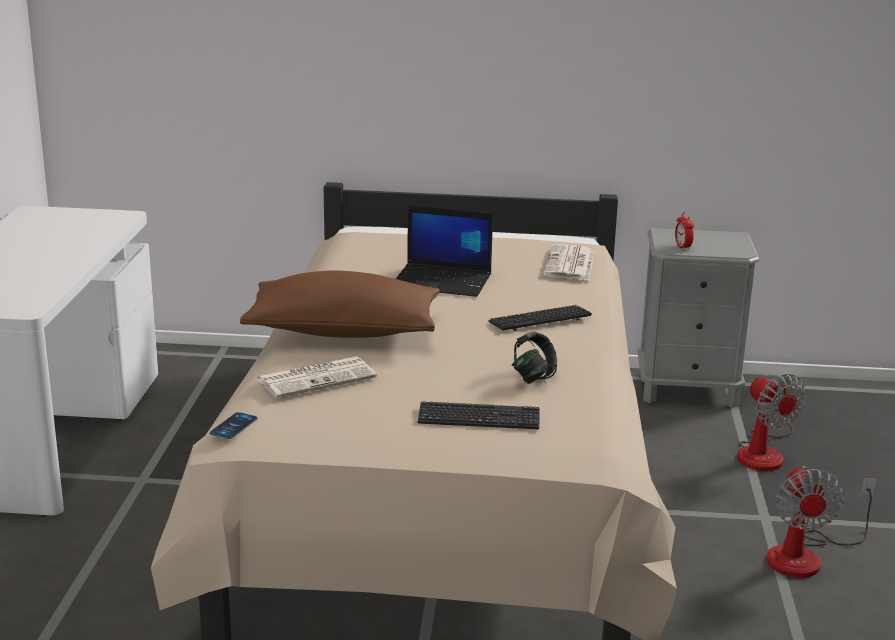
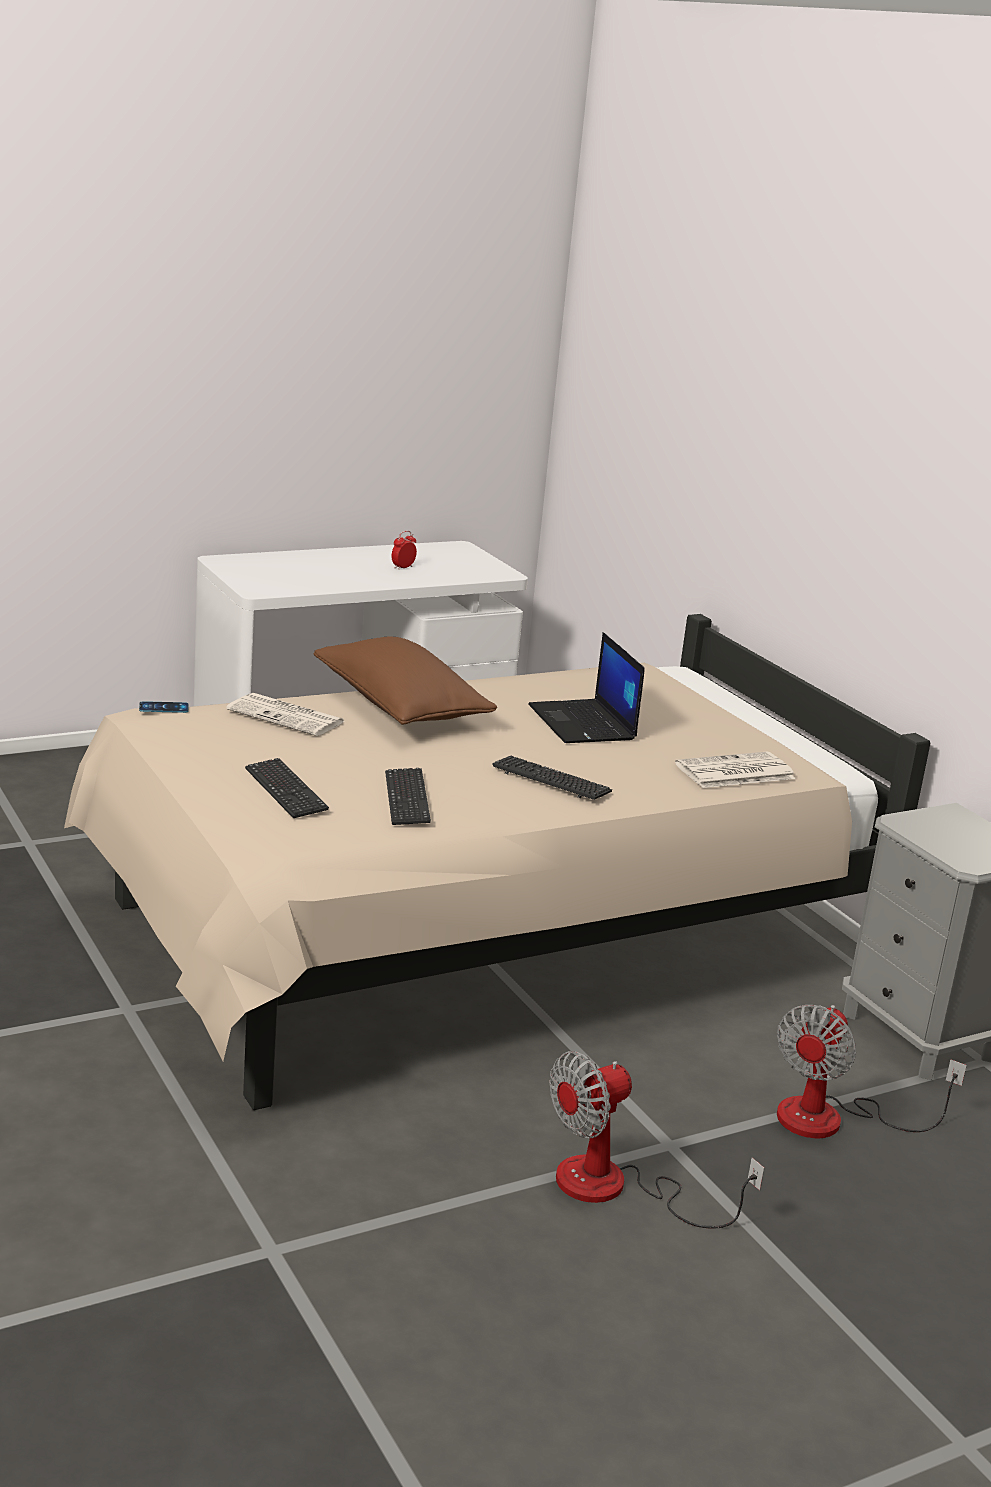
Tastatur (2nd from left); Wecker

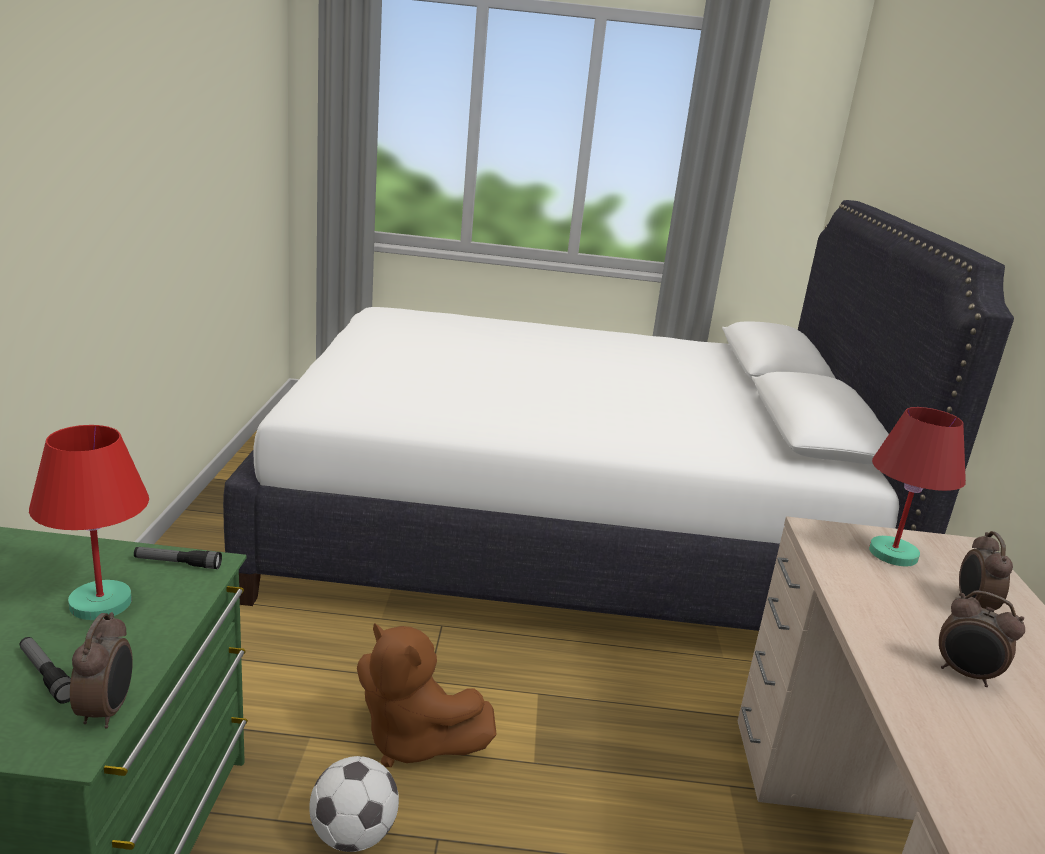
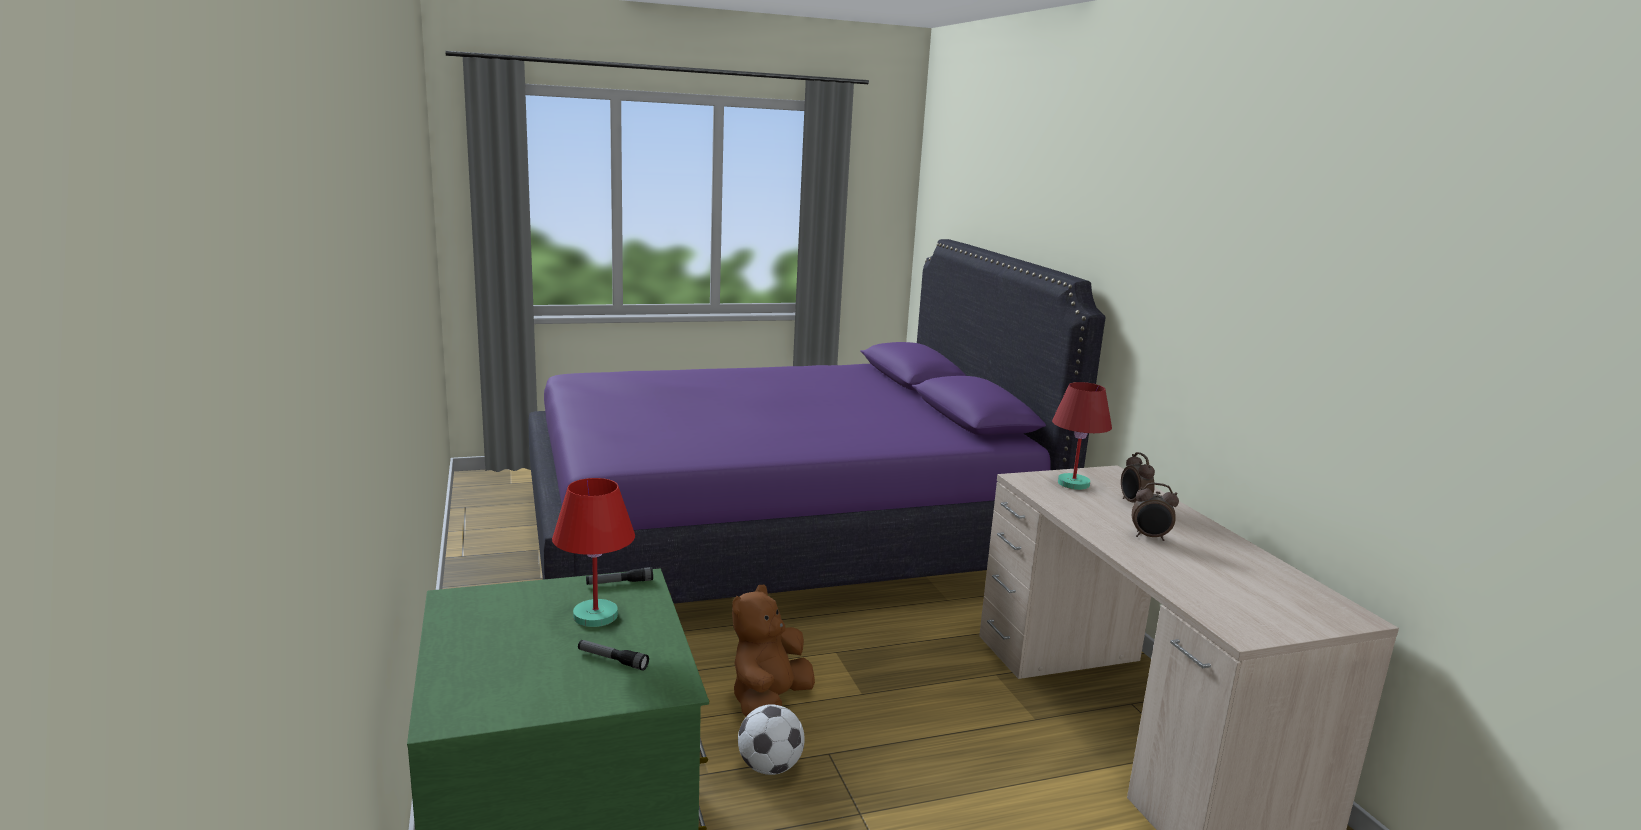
Bett [lila]; Plüschtier [braun]; Wecker (1st from left in the first image)

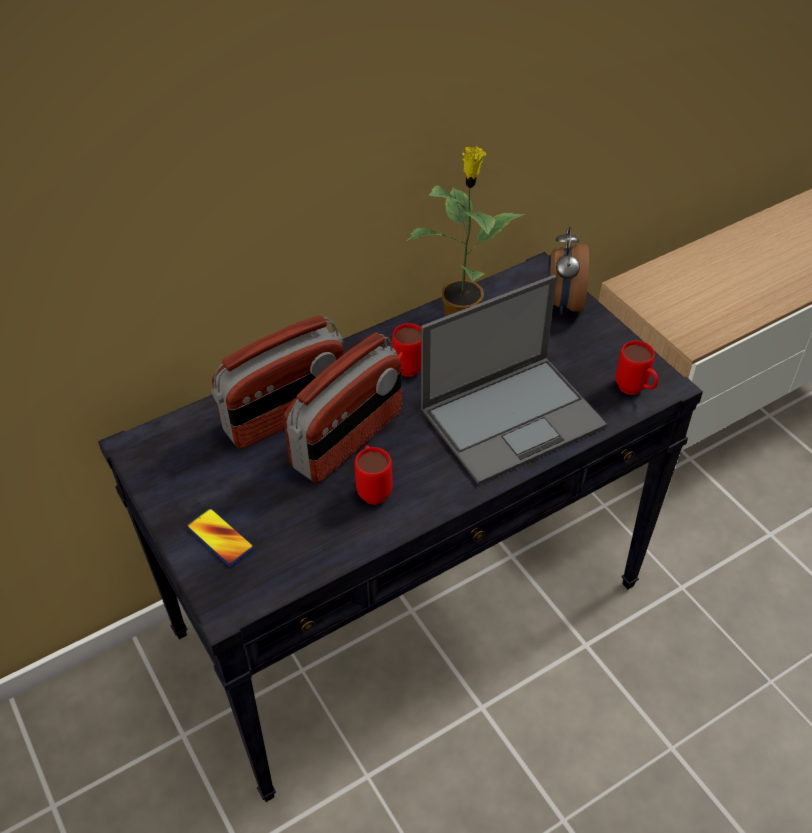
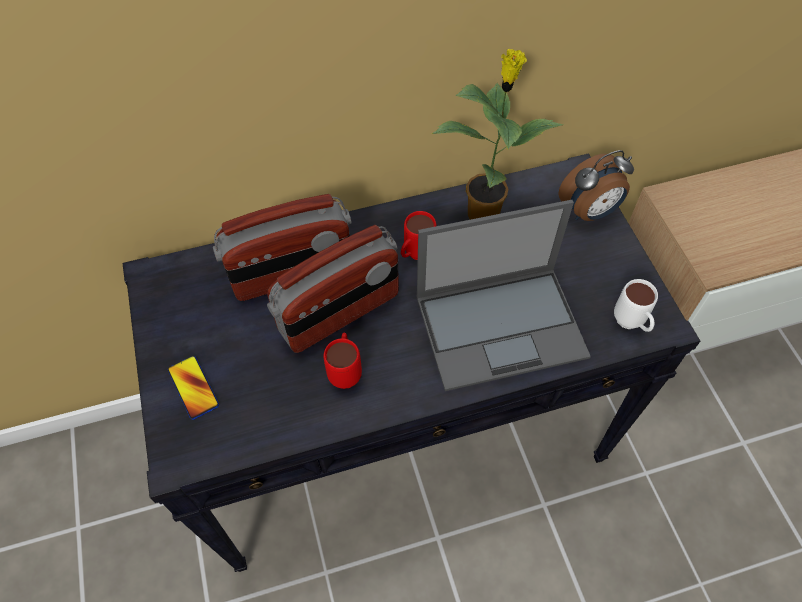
Wecker; Henkelbecher [weiß]

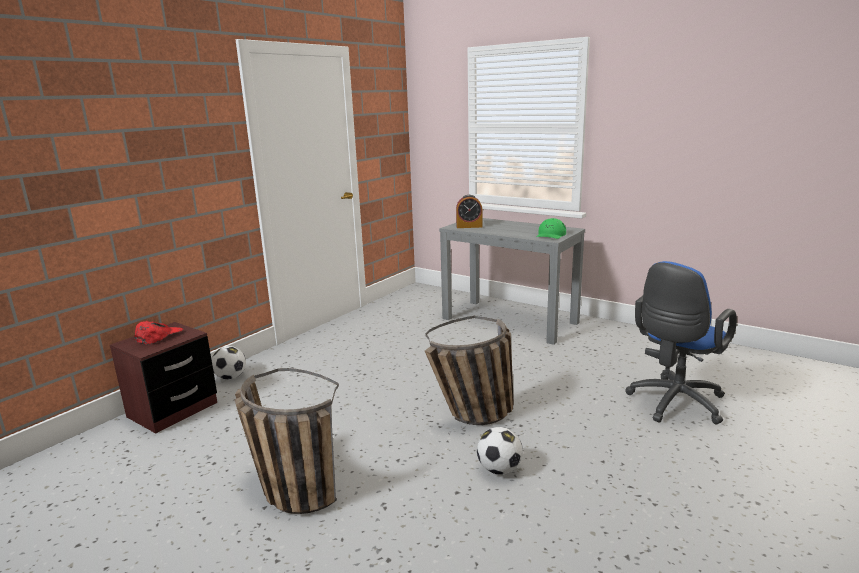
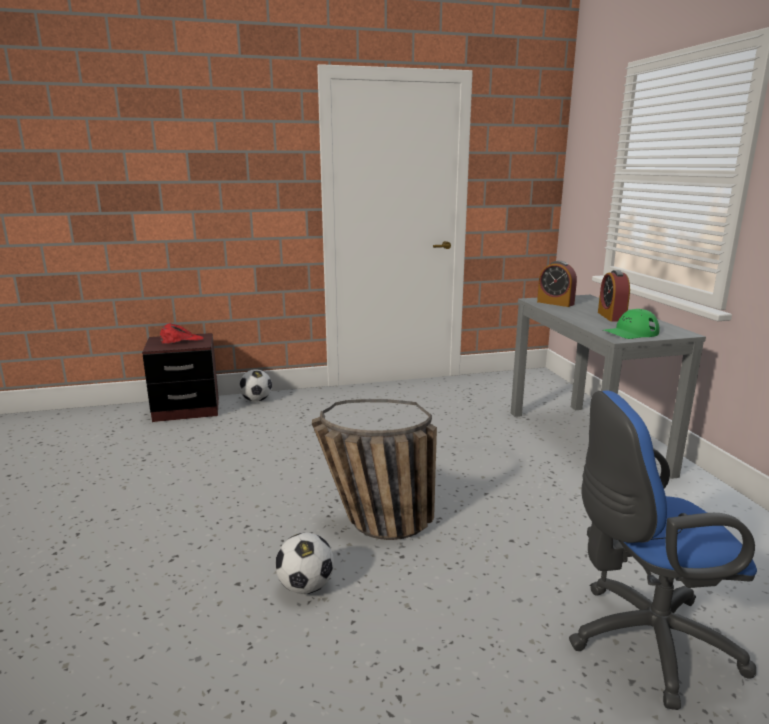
Wecker (2nd from left); Korb (1st from left in the first image)

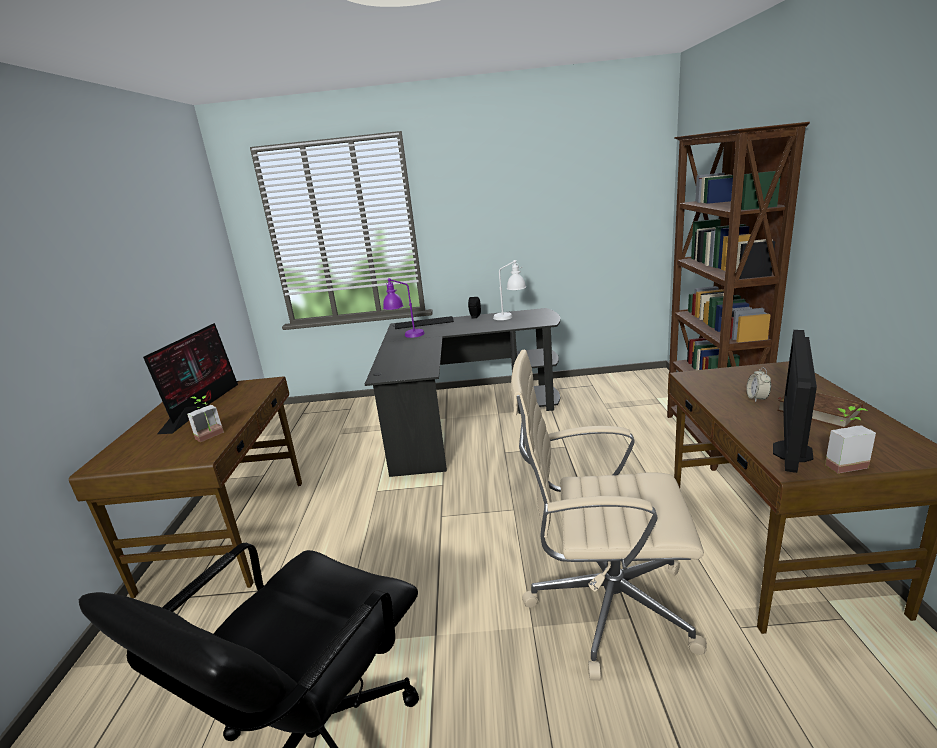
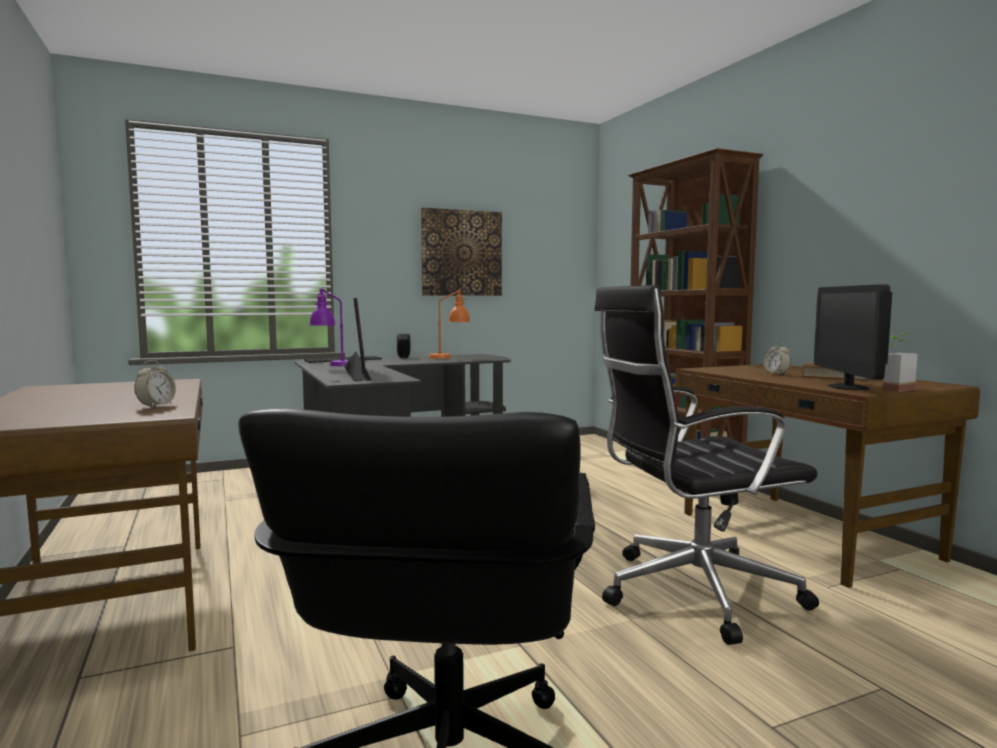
Wecker (1st from left); Monitor (1st from left); Bild; Tischlampe [orange]; Bürostuhl [schwarz] (2nd from left)

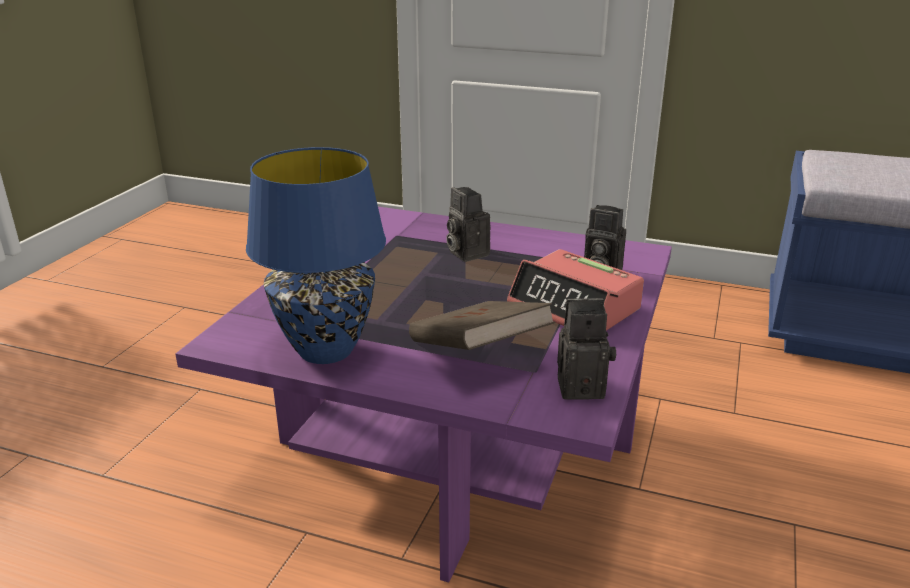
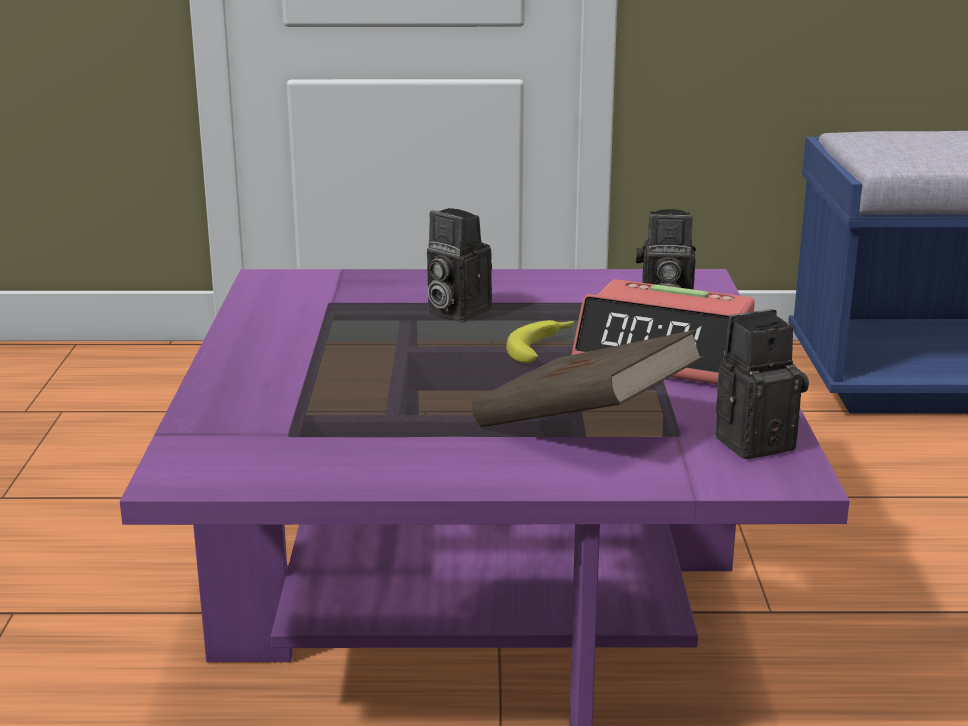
Banane; Tischlampe [blau]

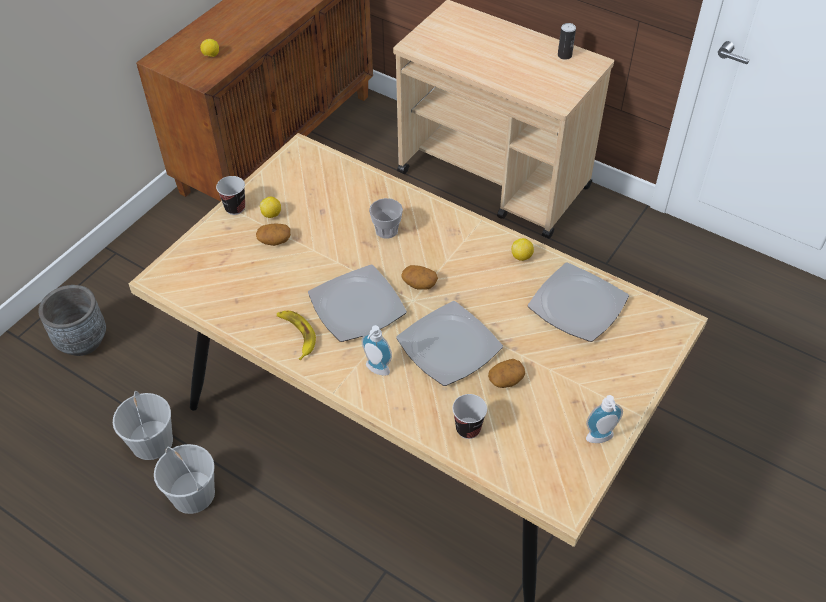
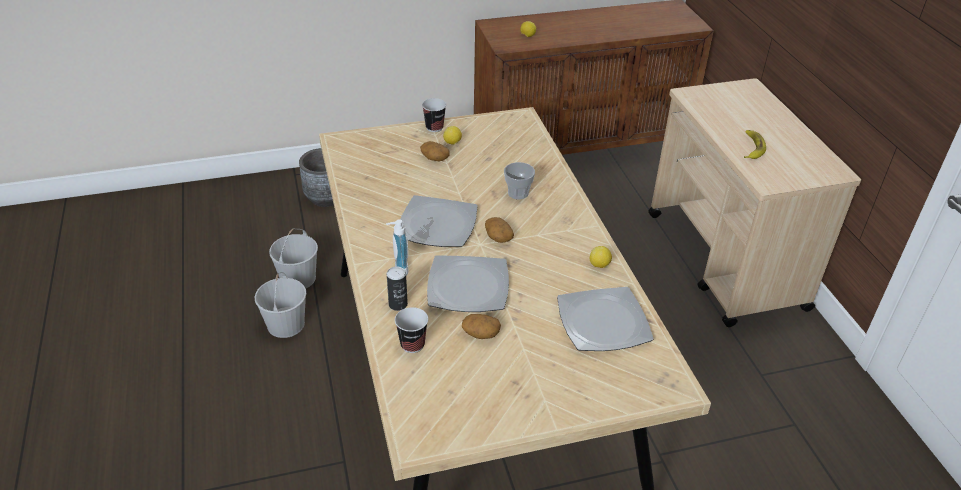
Dose; Banane; Seifenspender (2nd from left in the first image)

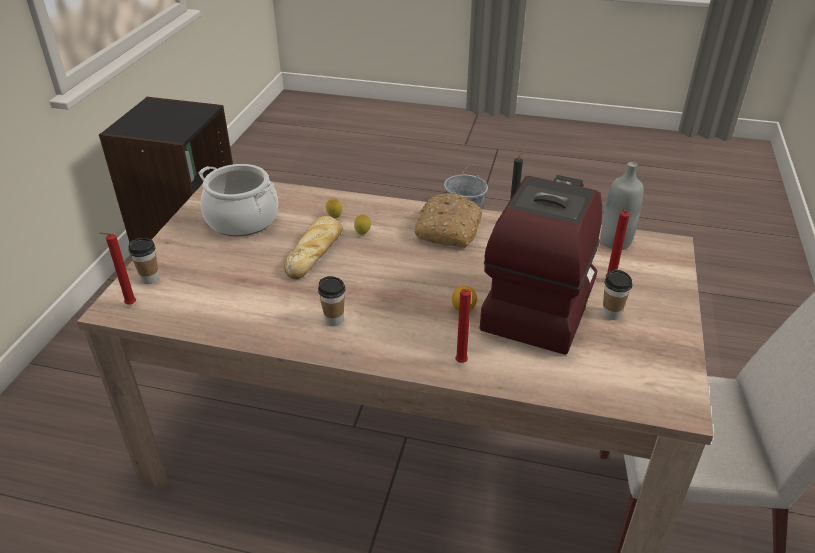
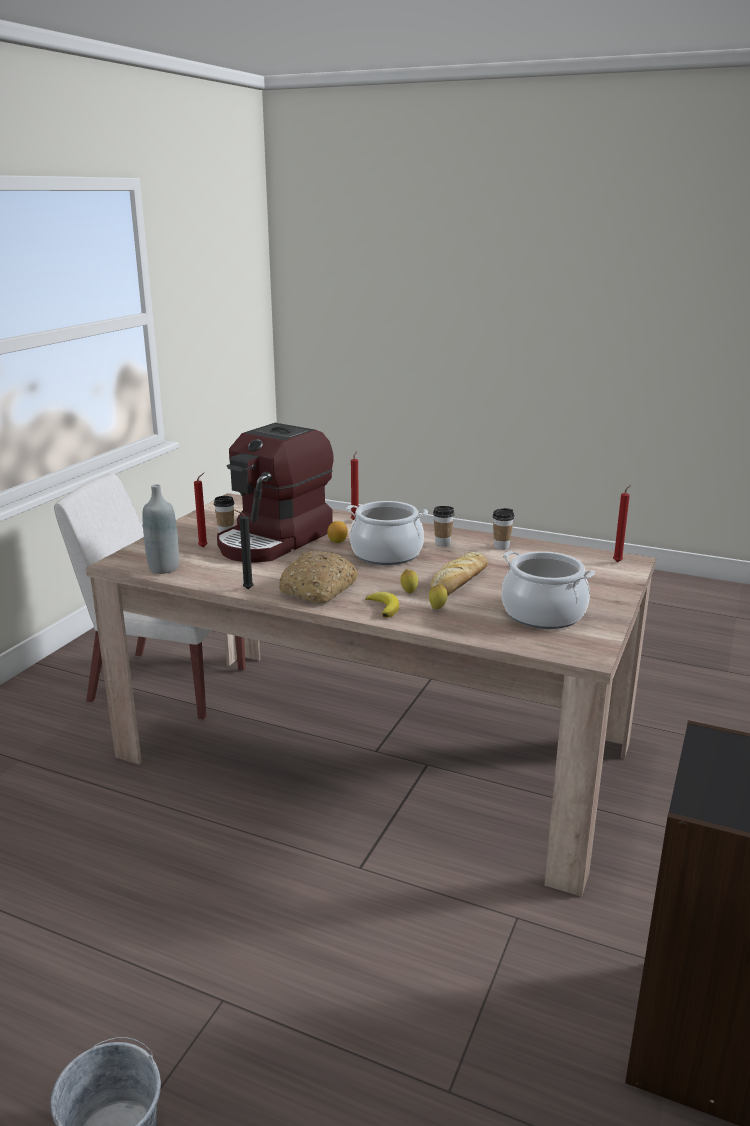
Kochtopf (1st from left); Banane; Tasse (3rd from left)

